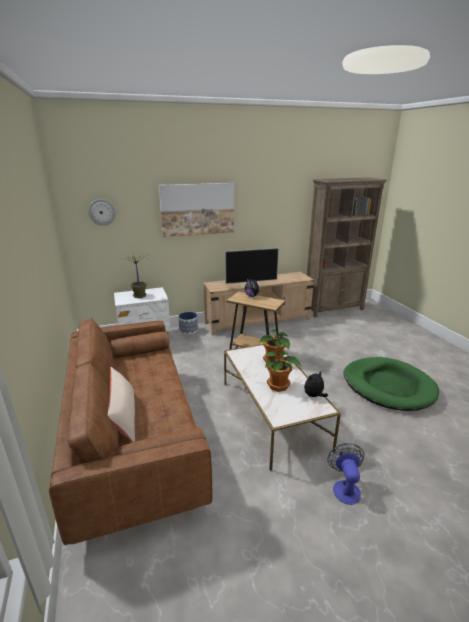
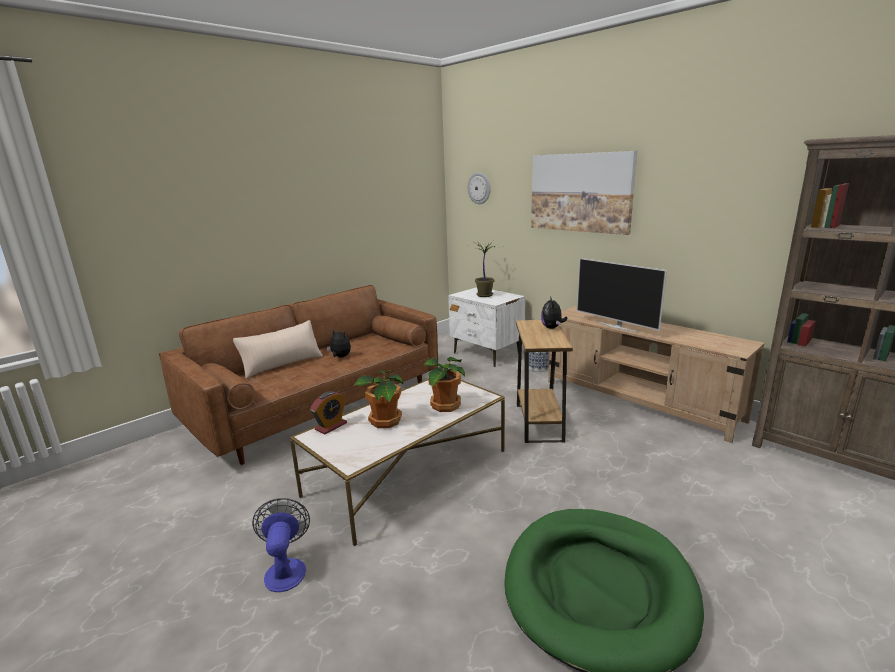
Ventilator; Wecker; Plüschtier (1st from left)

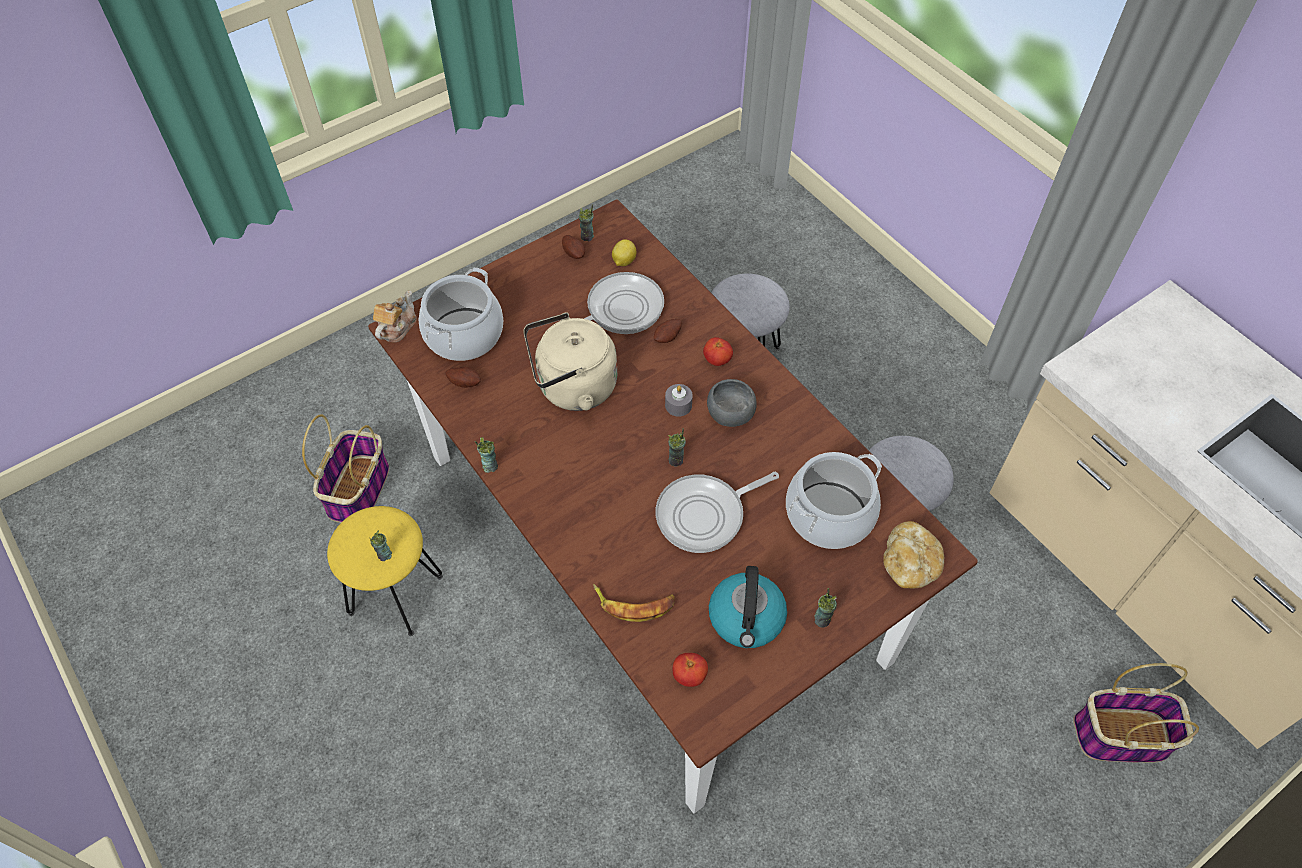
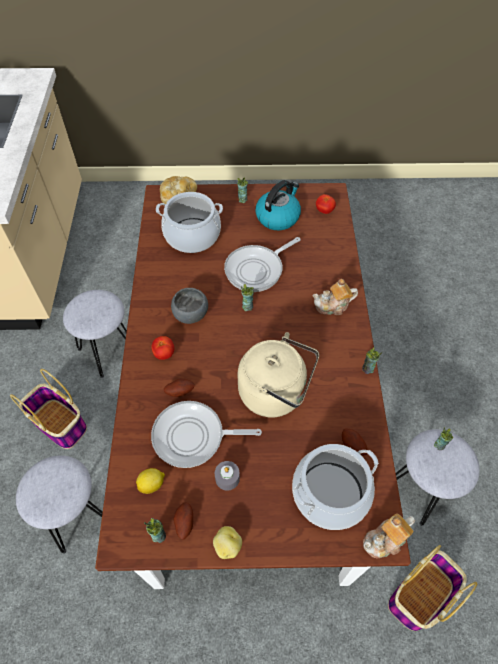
Korb (1st from left); Kartoffel (3rd from left); Kerze [grau]; Pfanne (2nd from left); Teekanne (1st from left); Hocker [grau] (3rd from left); Banane

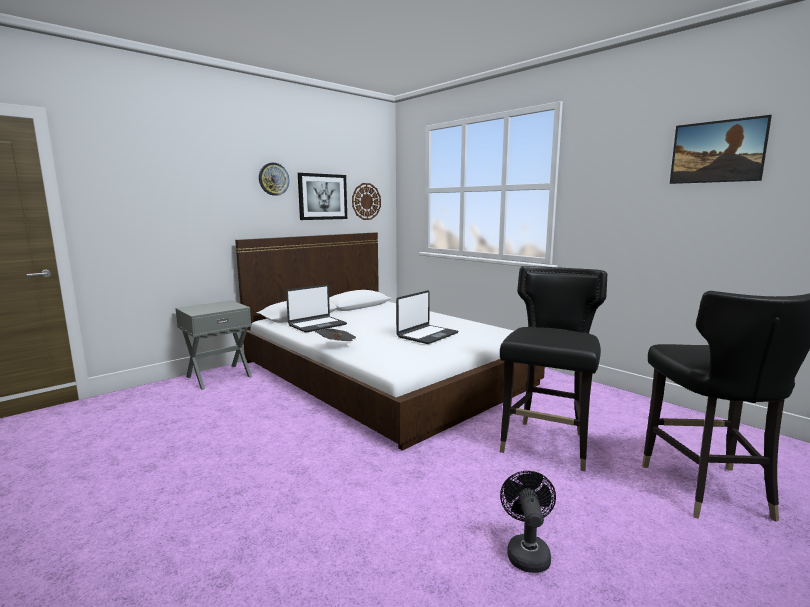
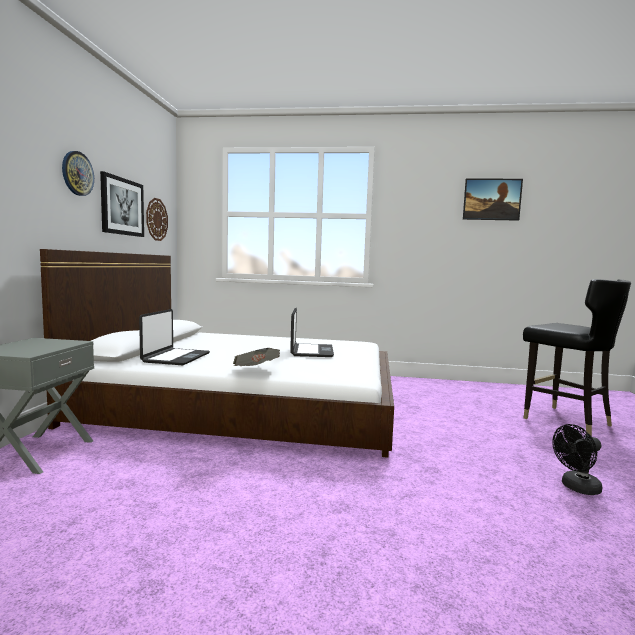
Ventilator [schwarz]; Stuhl [schwarz] (1st from left in the first image)

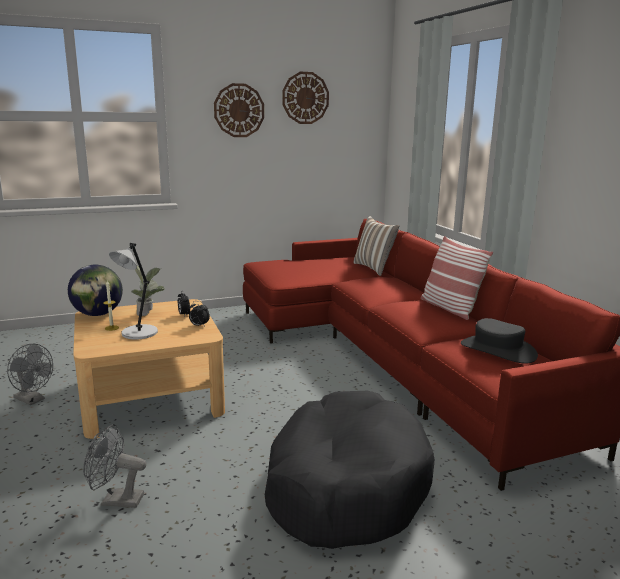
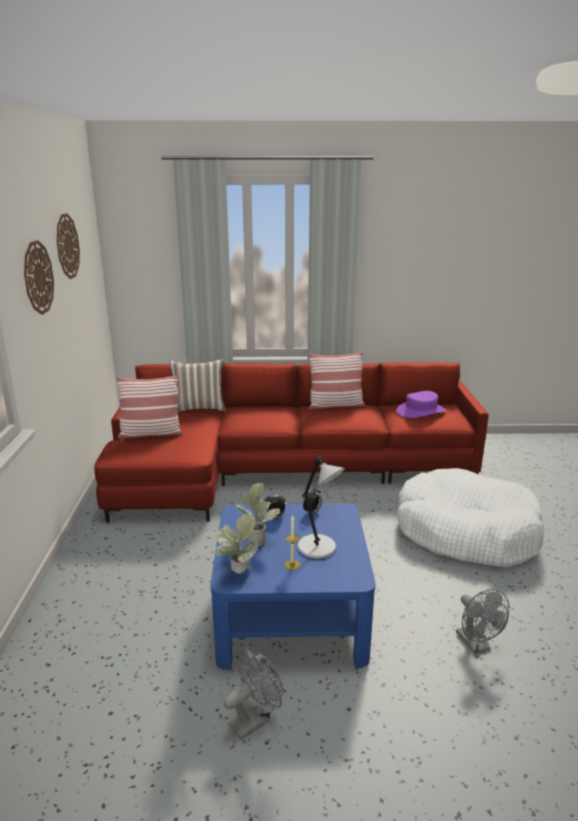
Kissen (1st from left); Couchtisch [blau]; Topfpflanze (1st from left); Hut [lila]; Hundebett [weiß]; Ventilator [grau] (2nd from left)

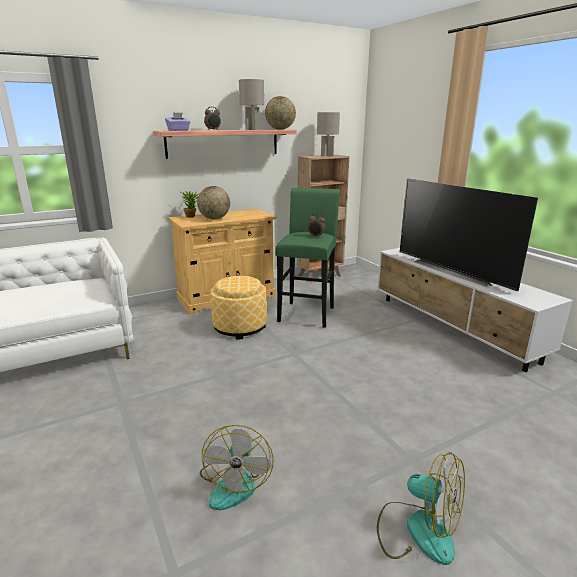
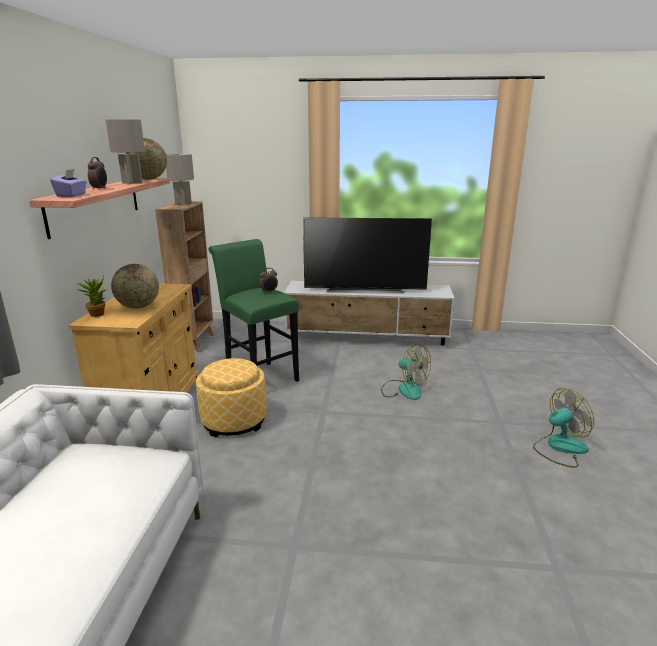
Ventilator (1st from left)

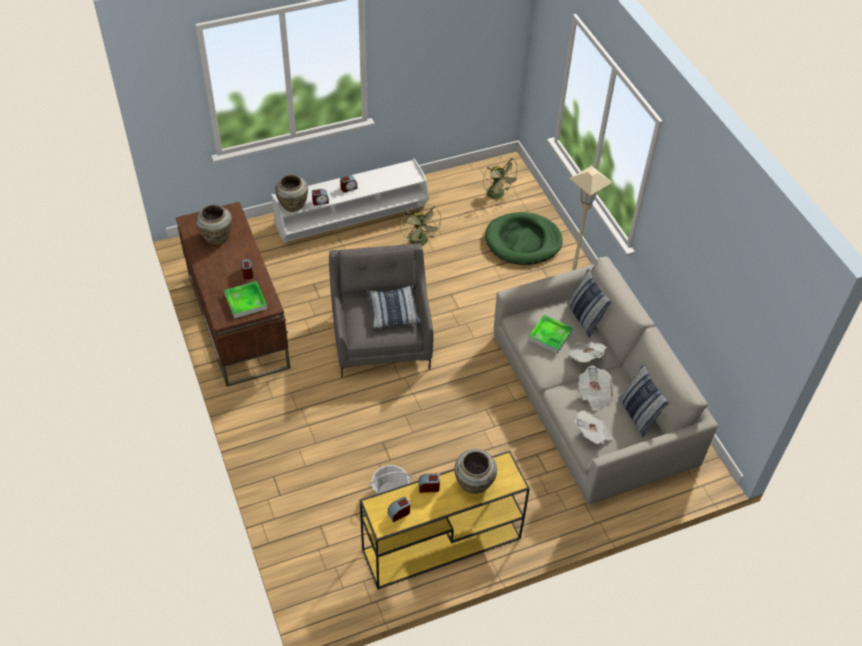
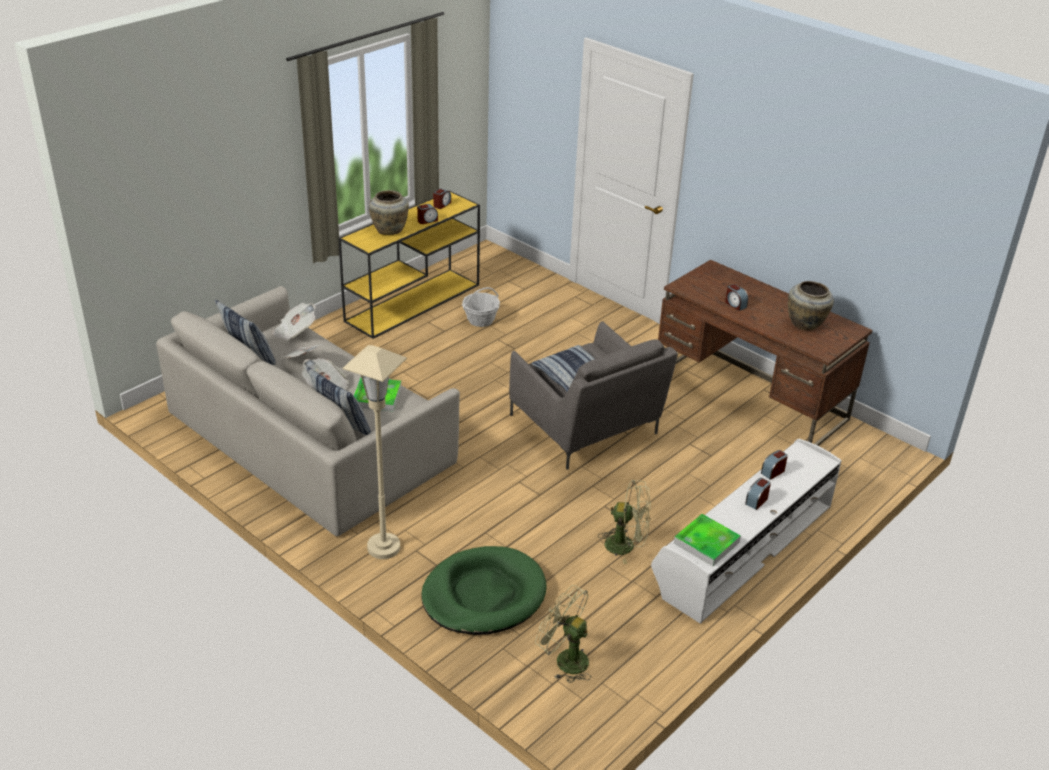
Ventilator [grün] (2nd from left); Tablett (2nd from left); Vase [beige] (2nd from left in the first image)

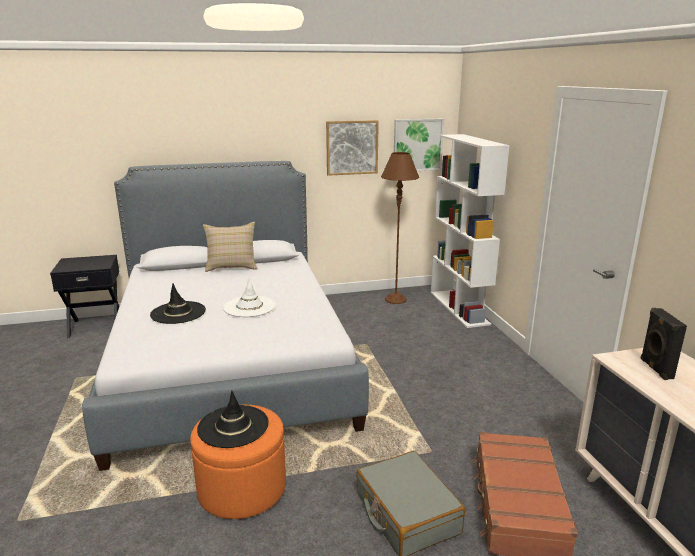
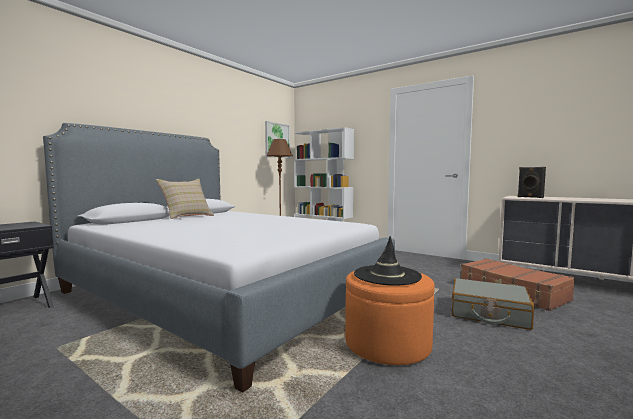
Hut [schwarz] (1st from left in the first image); Hut [weiß]; Bild (1st from left in the first image)

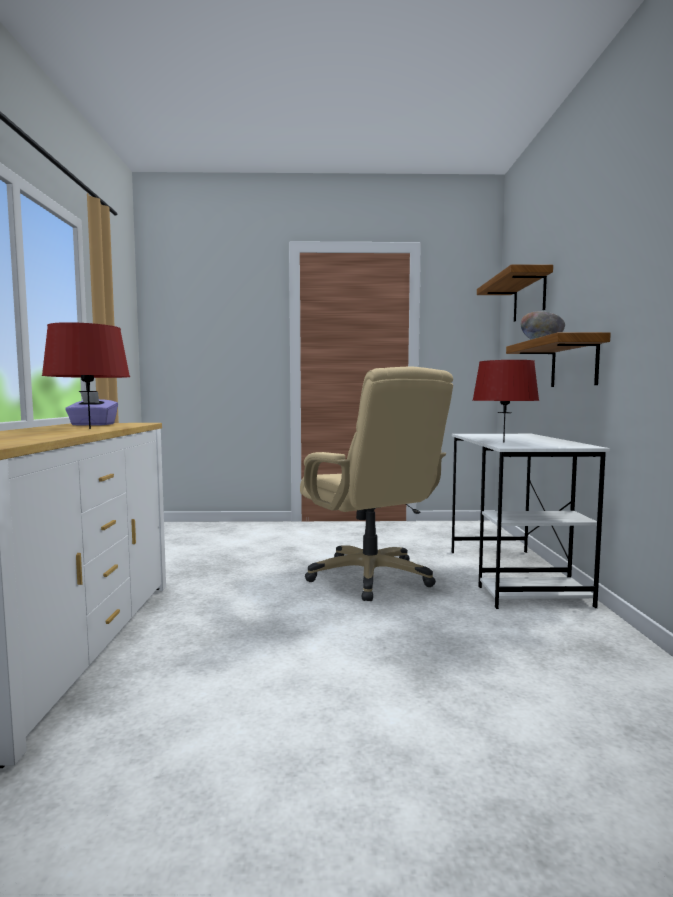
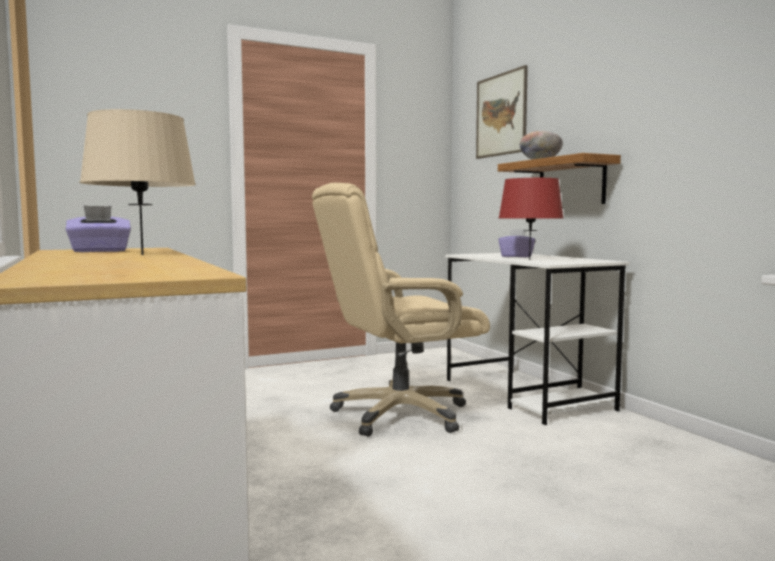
Tischlampe [beige]; Bürostuhl [beige]; Bild; Taschentuchbox [lila] (2nd from left)

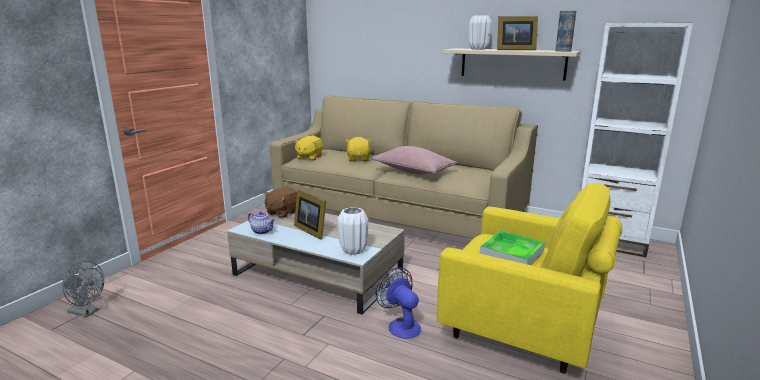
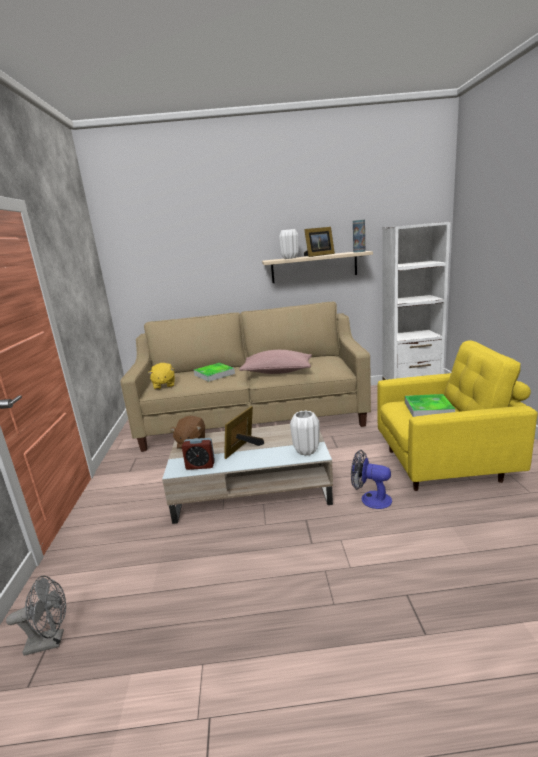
Wecker; Tablett (1st from left); Bilderrahmen (1st from left)

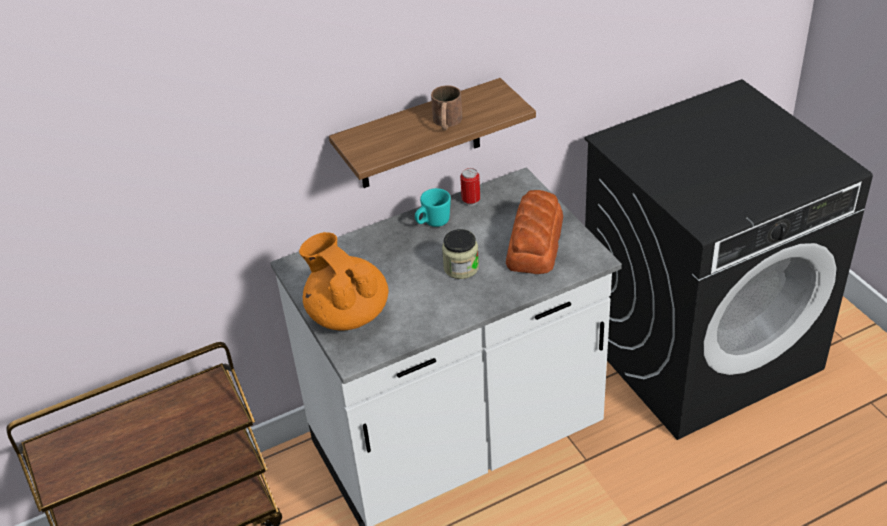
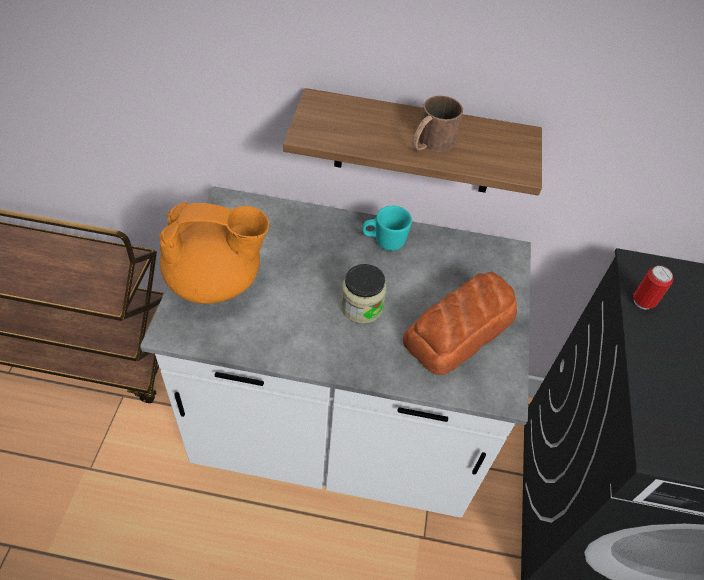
Teekanne [orange]; Dose

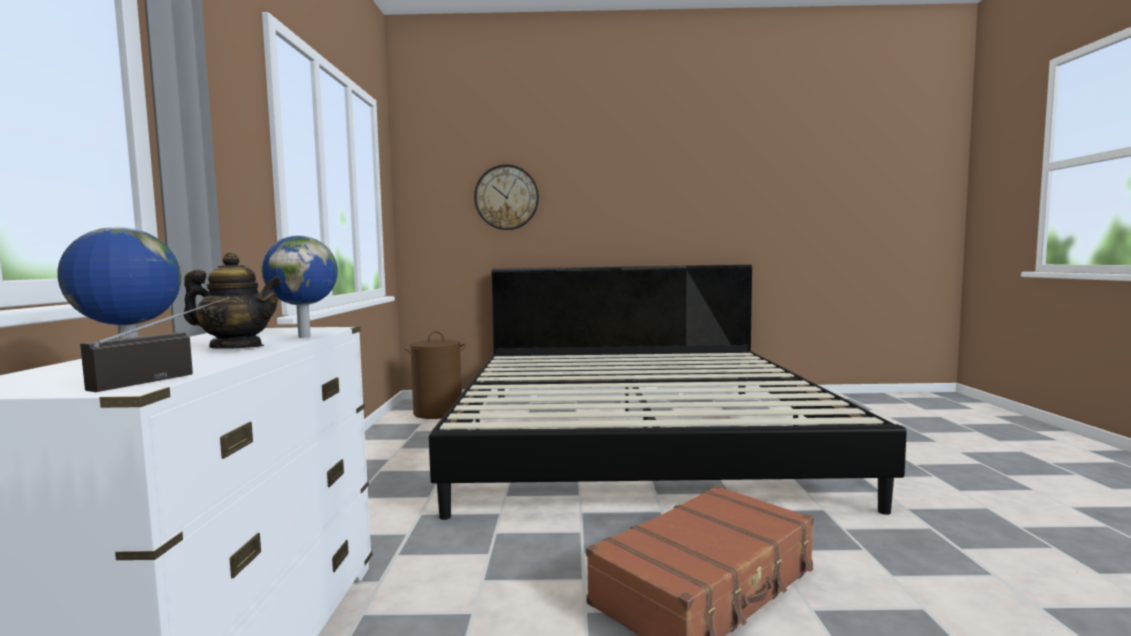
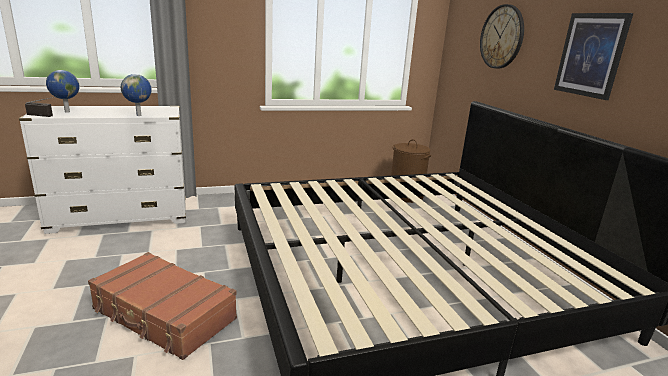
Bild; Teekanne

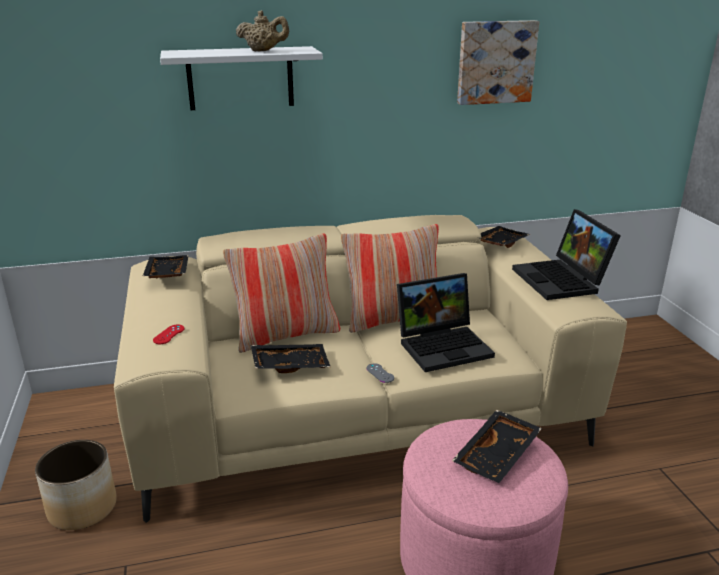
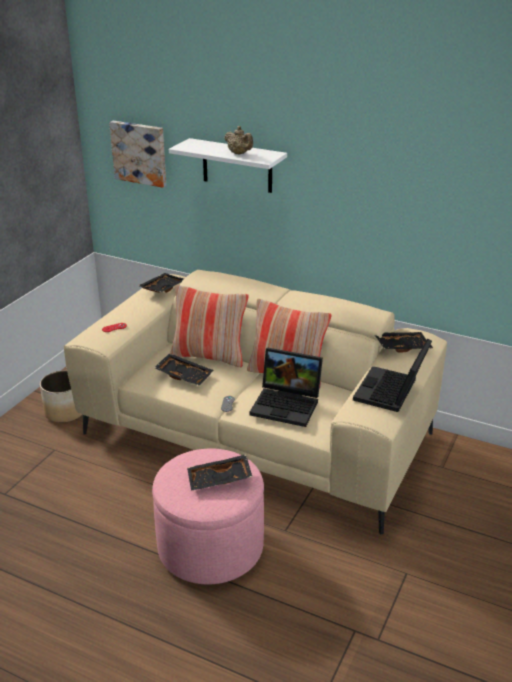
Bild

